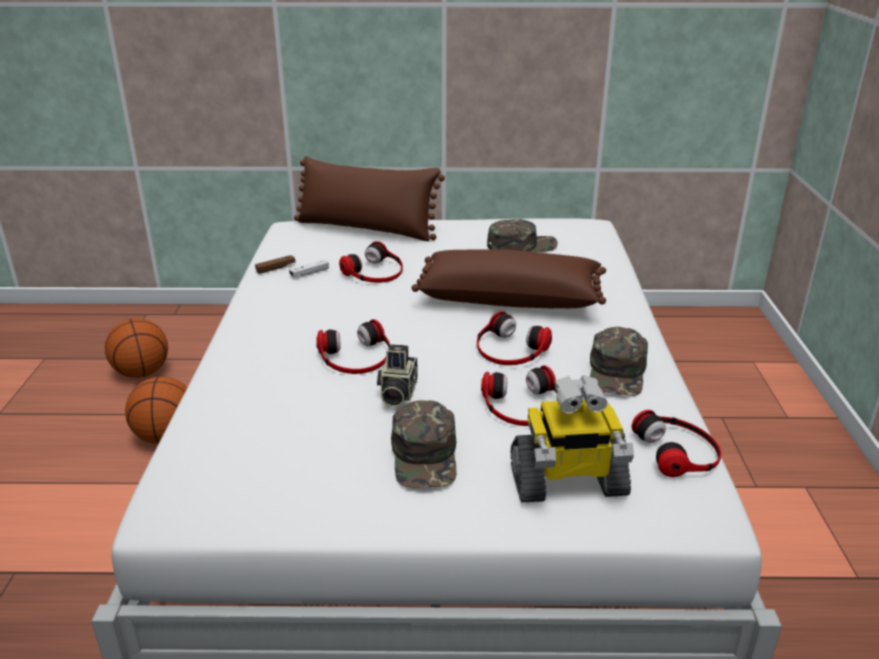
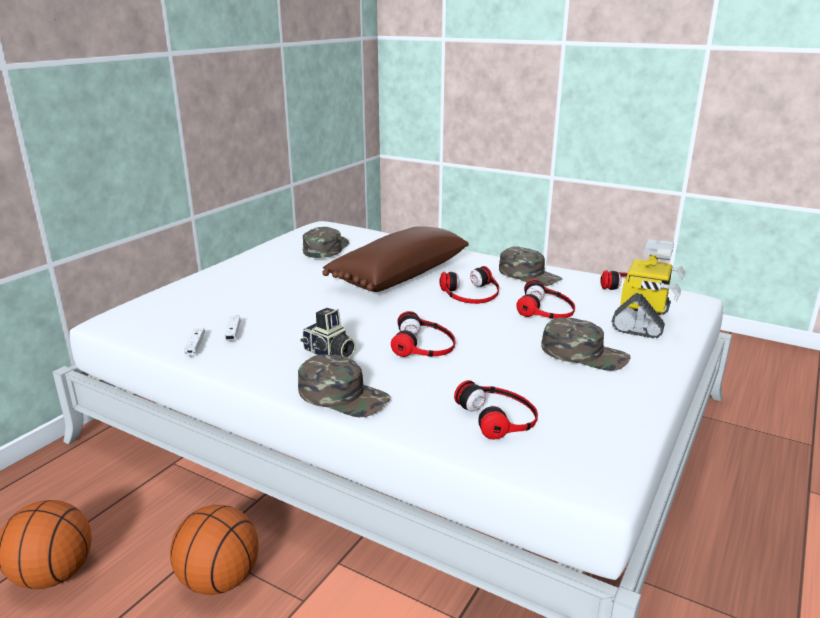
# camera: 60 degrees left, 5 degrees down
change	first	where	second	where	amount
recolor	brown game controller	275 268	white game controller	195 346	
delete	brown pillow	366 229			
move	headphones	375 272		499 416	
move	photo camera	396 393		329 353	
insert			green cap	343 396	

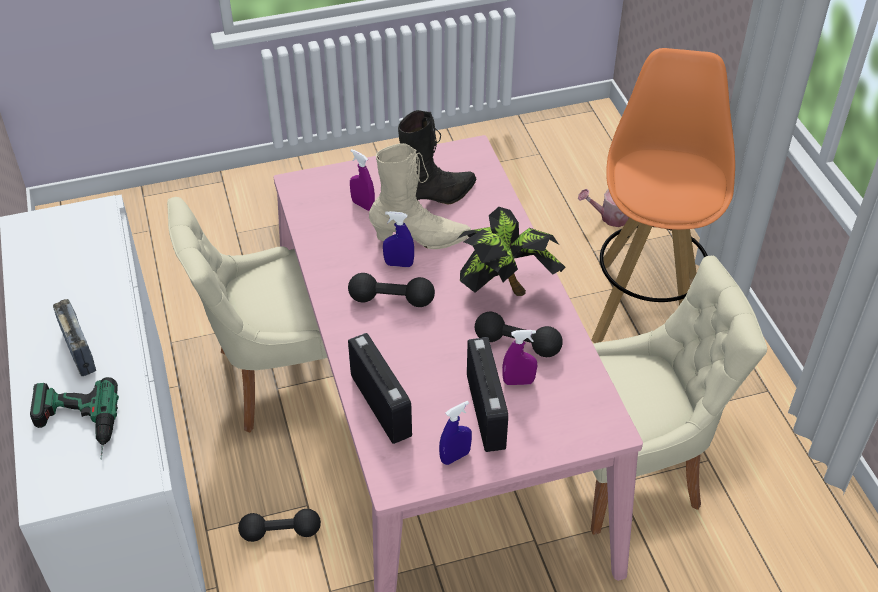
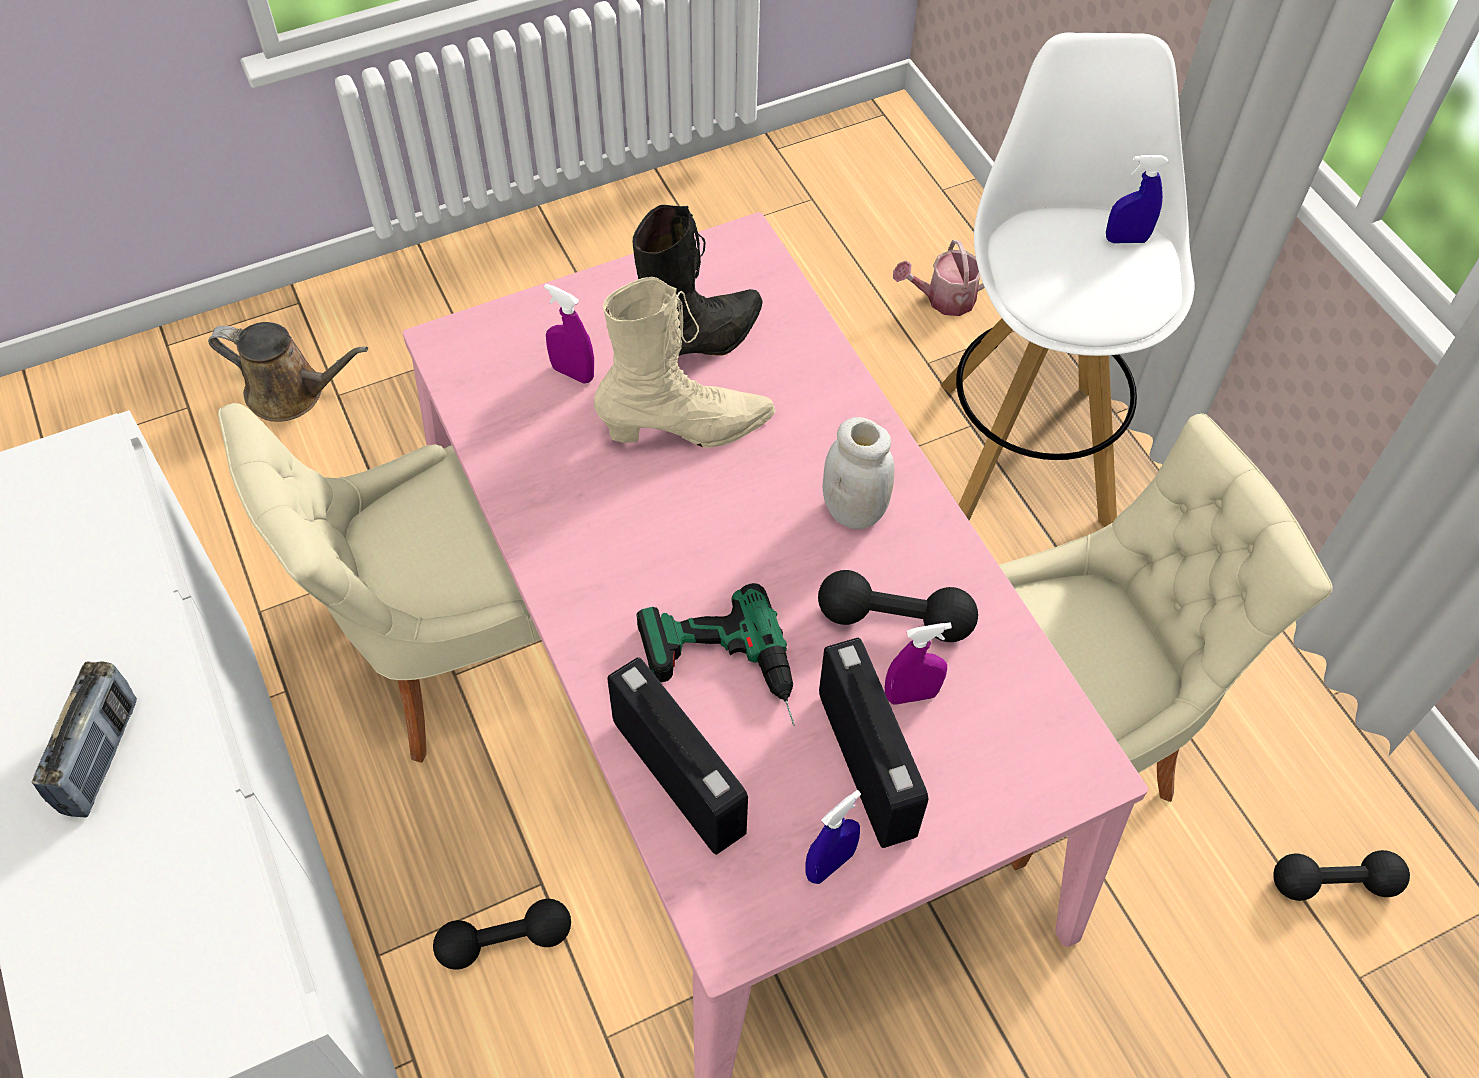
# camera: 10 degrees left, 10 degrees up
change	first	where	second	where	amount
move	power drill	75 428		722 674	
rotate	radio	79 351		101 756	45 degrees clockwise
move	black dumbbell	391 300		1333 883	
move	blue spray bottle	399 264		1126 239	
replace	potted plant	506 288	white jar	854 511	
recolor	orange stool	645 305	white stool	1025 449	
insert			brown watering can	292 393	

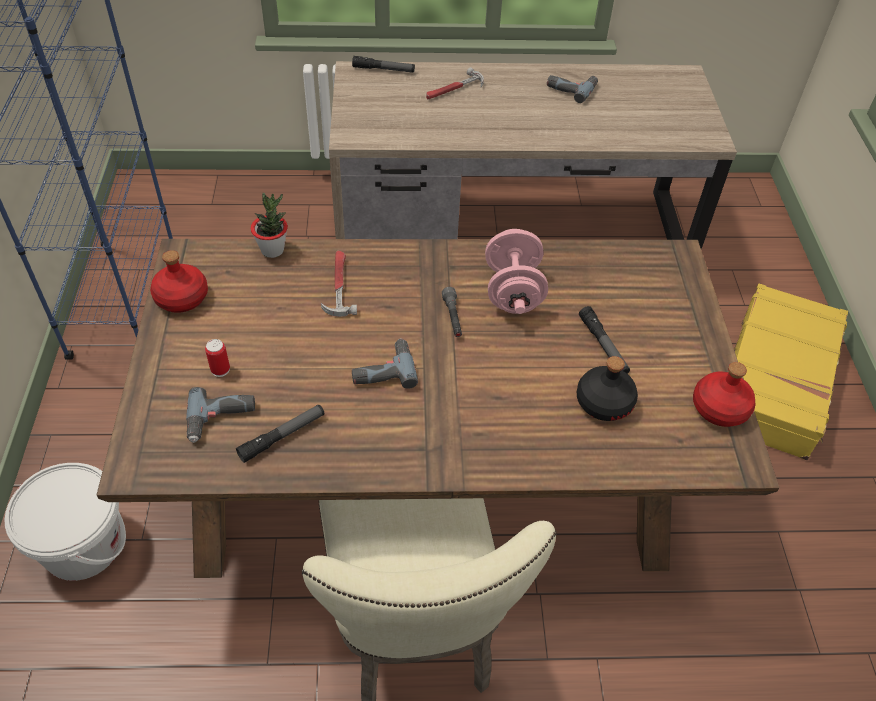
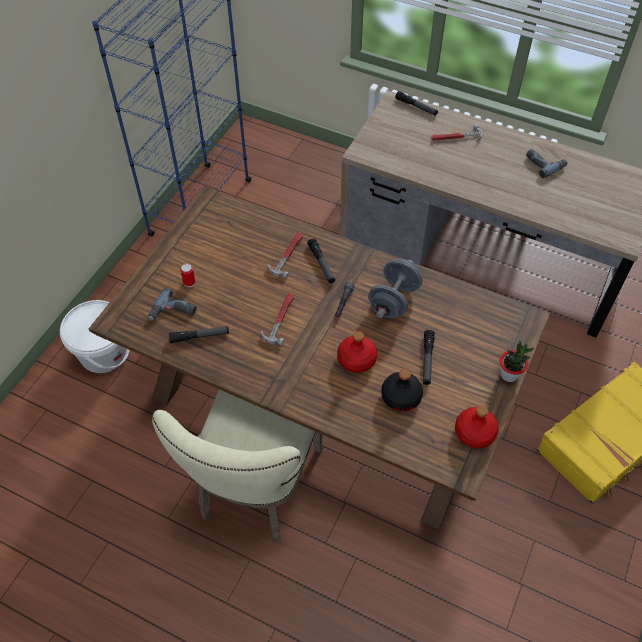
# camera: 30 degrees right, 5 degrees up
change	first	where	second	where	amount
move	red bottle	182 297		357 359	
move	potted plant	272 250		509 374	
replace	power drill	382 369	hammer	280 319	
recolor	pink dumbbell	513 291	grey dumbbell	393 300	
insert			flashlight	321 264	

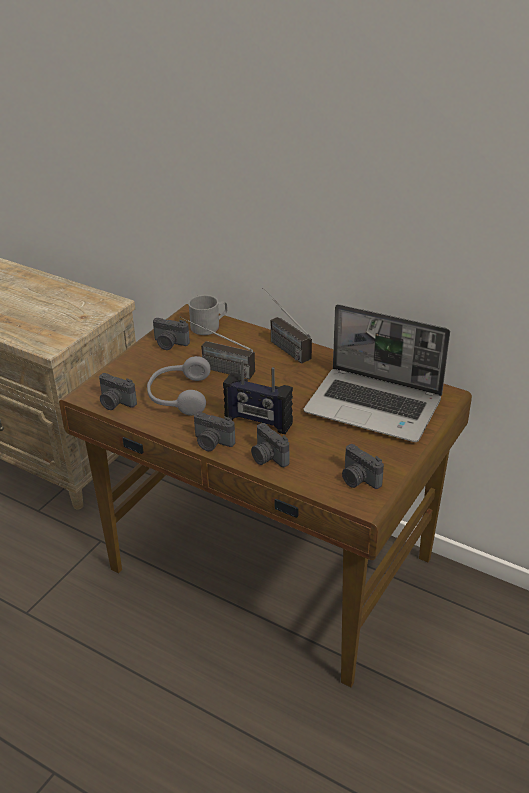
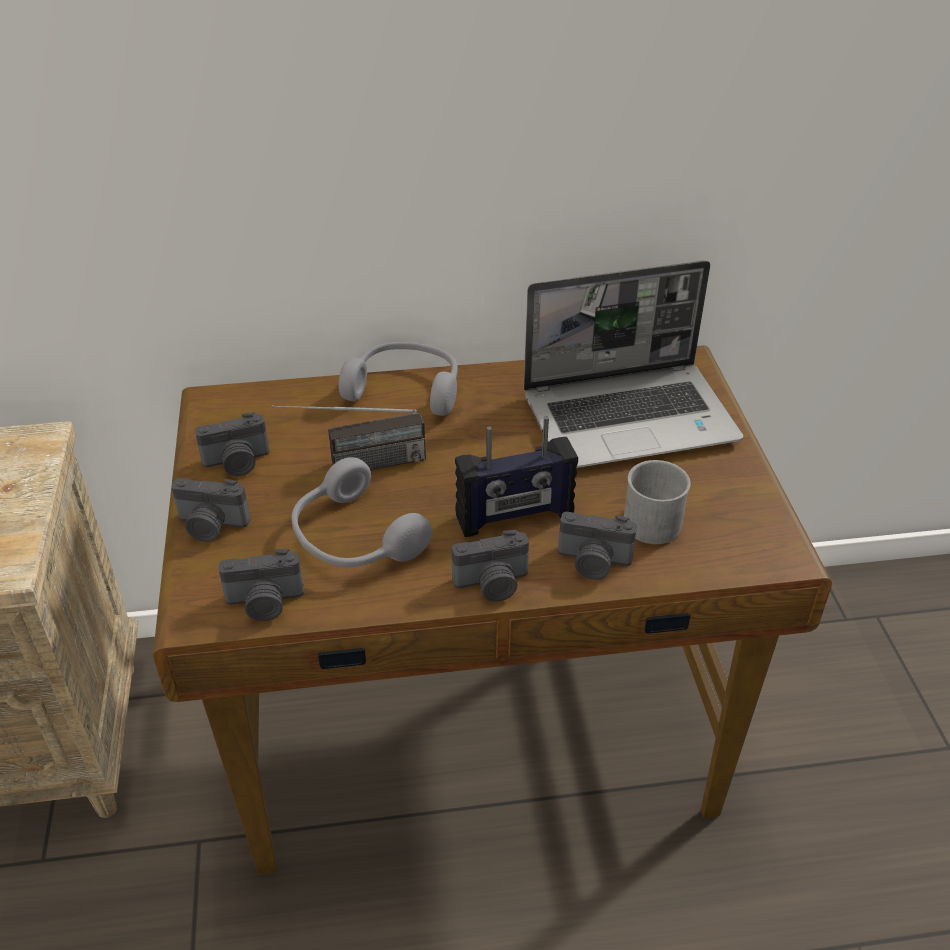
# camera: 40 degrees left, 5 degrees up
change	first	where	second	where	amount
move	grey mug	209 326		654 517	
replace	radio	281 345	grey headphones	406 388	
move	photo camera	358 479		211 526	

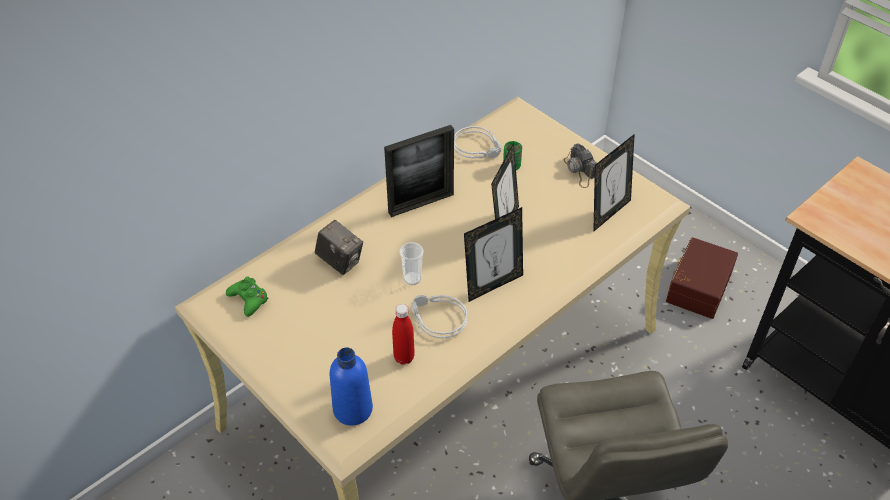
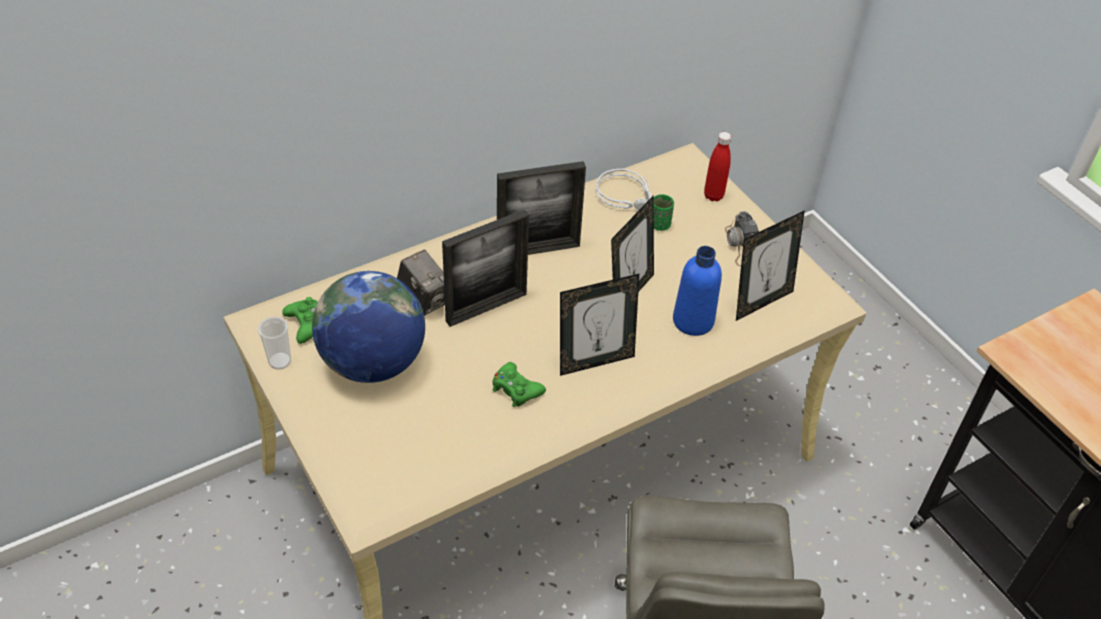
# camera: 10 degrees right, 0 degrees up
change	first	where	second	where	amount
move	blue bottle	353 409		693 321	
move	red bottle	404 357		713 196	
move	cup	412 278		280 361	
replace	grey headphones	436 320	green game controller	516 389	
delete	brown storage box	697 286			
insert			globe	373 362	
insert			picture frame	486 307	

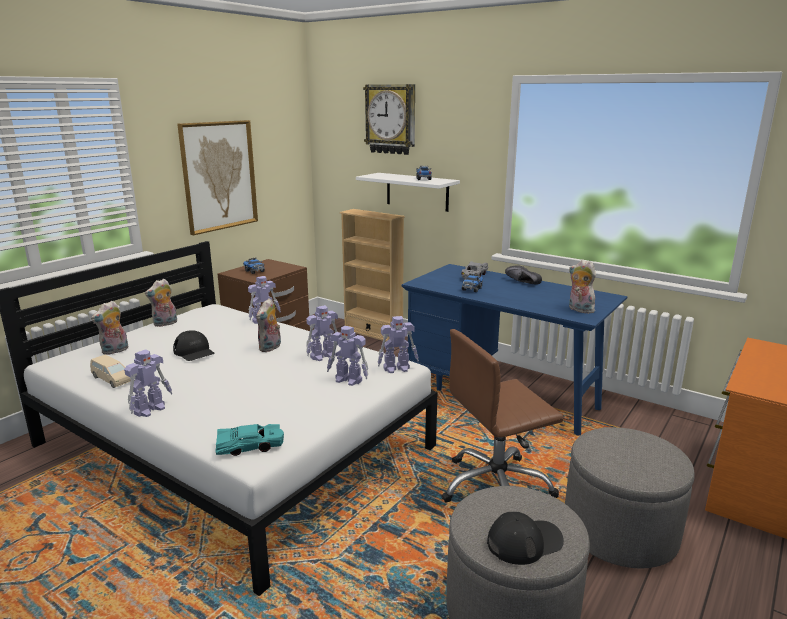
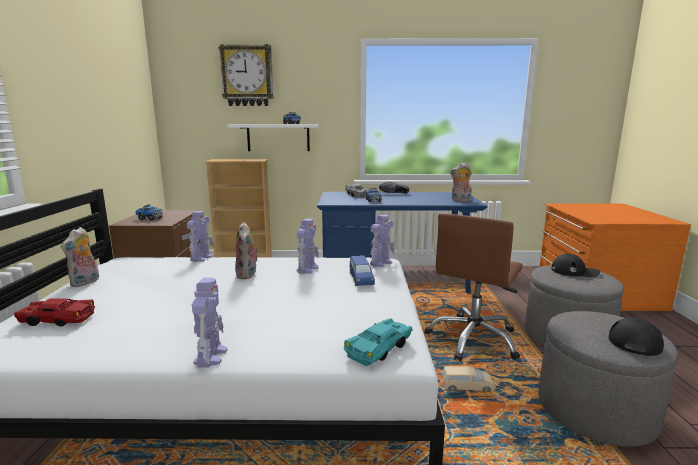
# camera: 35 degrees left, 5 degrees down
change	first	where	second	where	amount
move	beige toy car	112 379		467 387	
replace	plush toy	115 351	red toy car	57 319	
move	black cap	194 352		574 271	
delete	picture	219 176			
replace	toy robot	349 380	blue toy car	361 279	

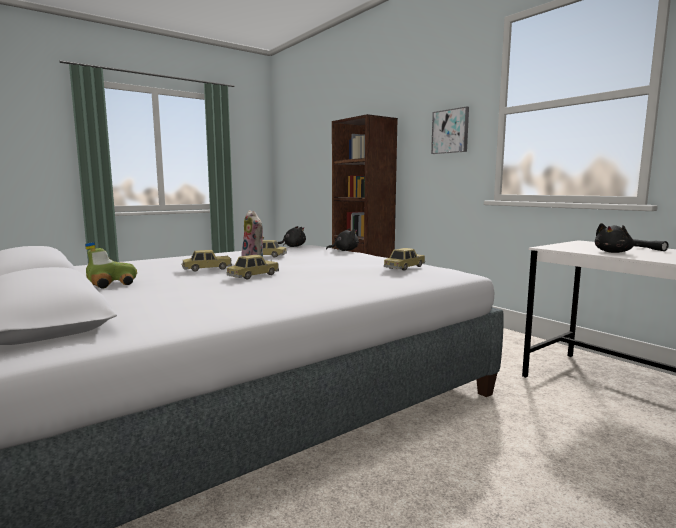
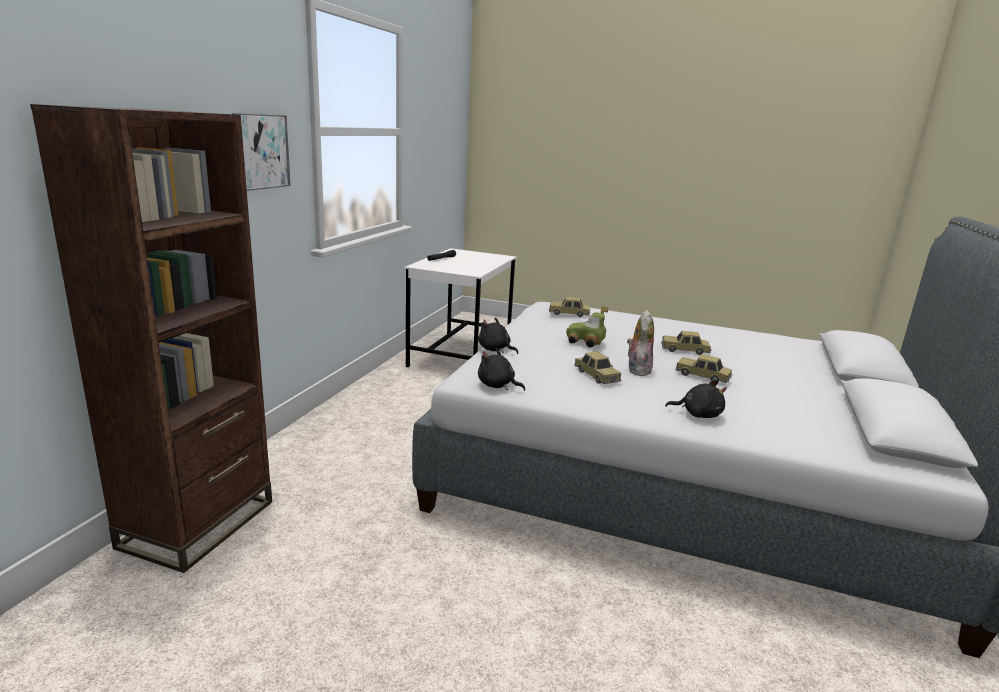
# camera: 125 degrees left, 10 degrees up
change	first	where	second	where	amount
move	toy car	111 284		585 342	
move	black plush toy	613 252		698 414	

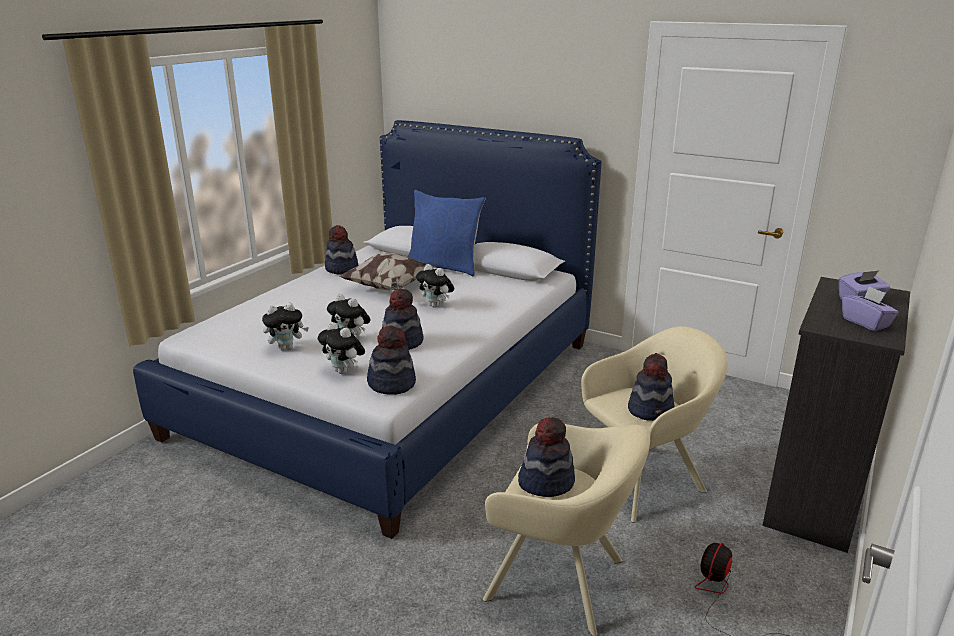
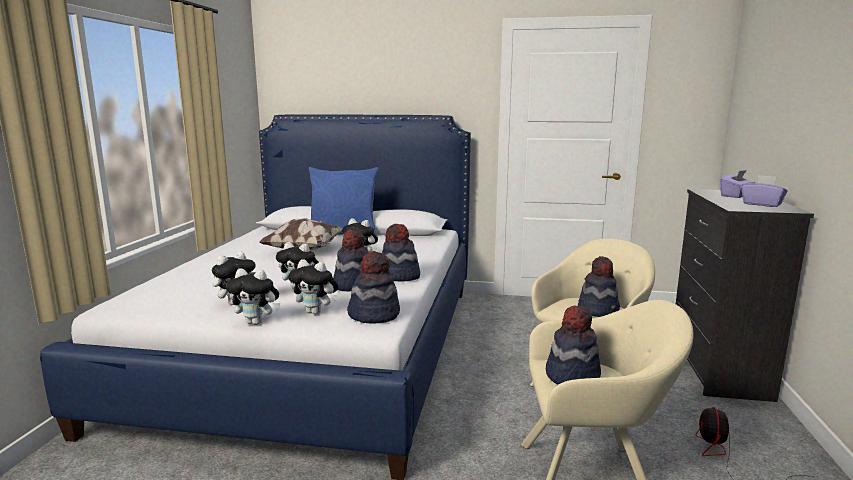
# camera: 20 degrees left, 10 degrees down
change	first	where	second	where	amount
move	hat	341 269		399 276	
insert			plush toy	257 322	

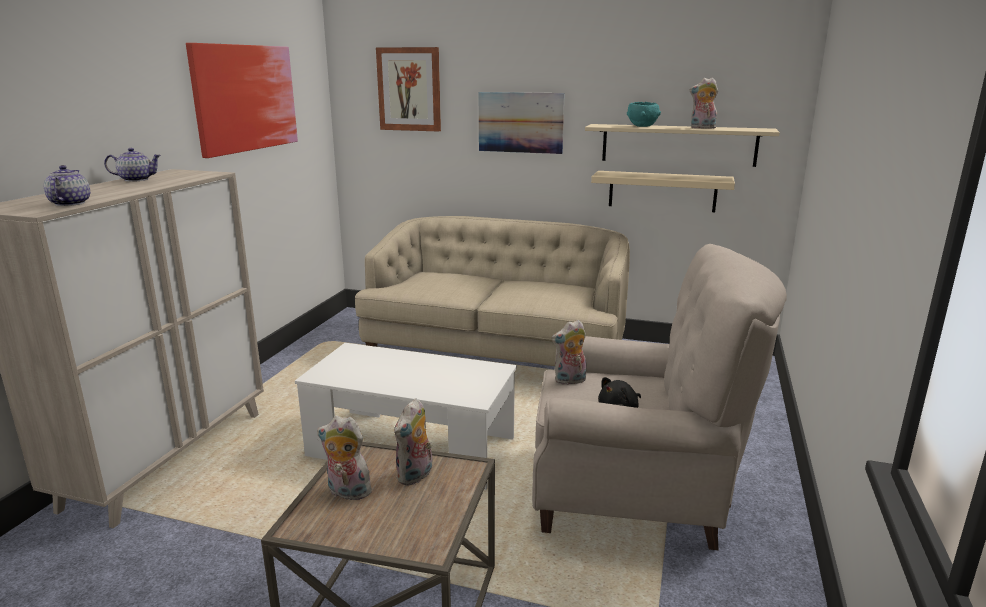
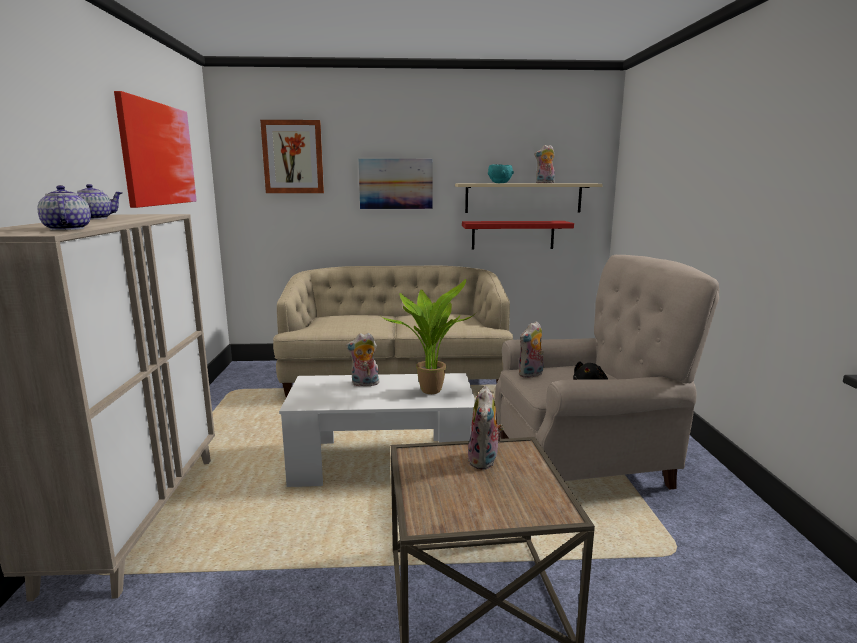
# camera: 20 degrees left, 5 degrees down
change	first	where	second	where	amount
move	plush toy	347 493		364 384	
recolor	beige shelf	662 191	red shelf	513 235	
insert			potted plant	430 390	

